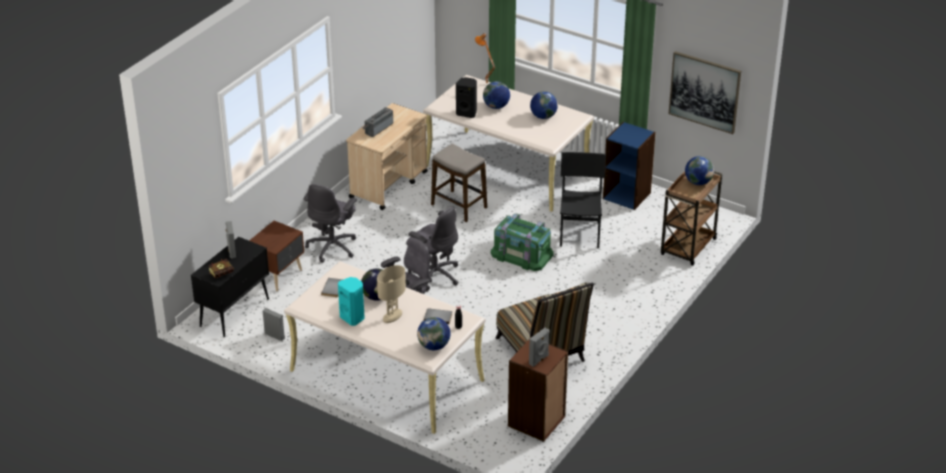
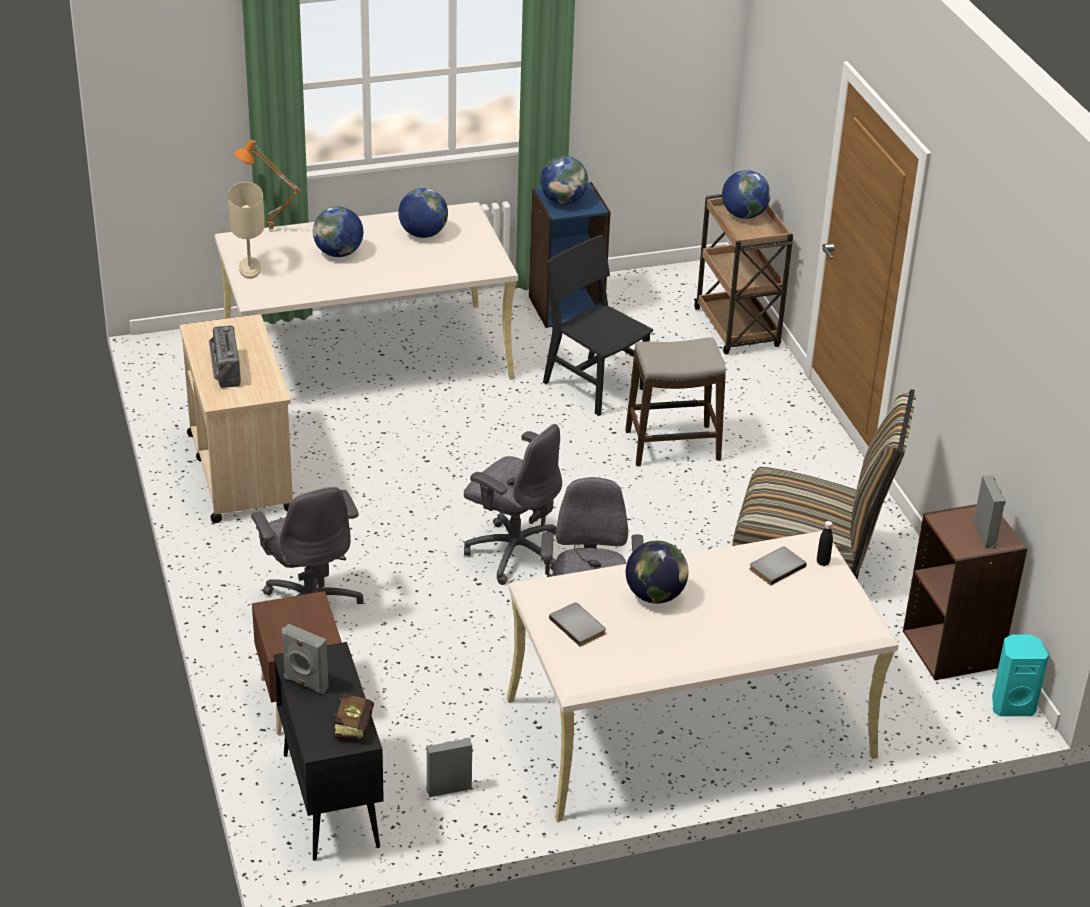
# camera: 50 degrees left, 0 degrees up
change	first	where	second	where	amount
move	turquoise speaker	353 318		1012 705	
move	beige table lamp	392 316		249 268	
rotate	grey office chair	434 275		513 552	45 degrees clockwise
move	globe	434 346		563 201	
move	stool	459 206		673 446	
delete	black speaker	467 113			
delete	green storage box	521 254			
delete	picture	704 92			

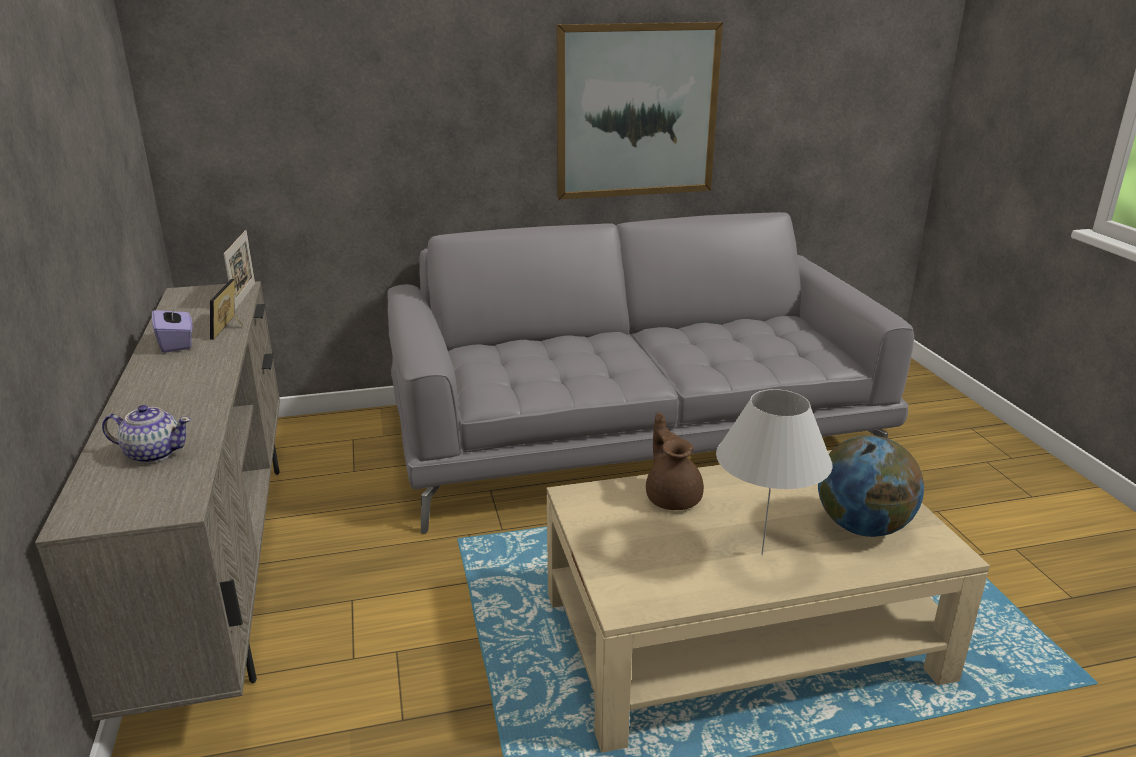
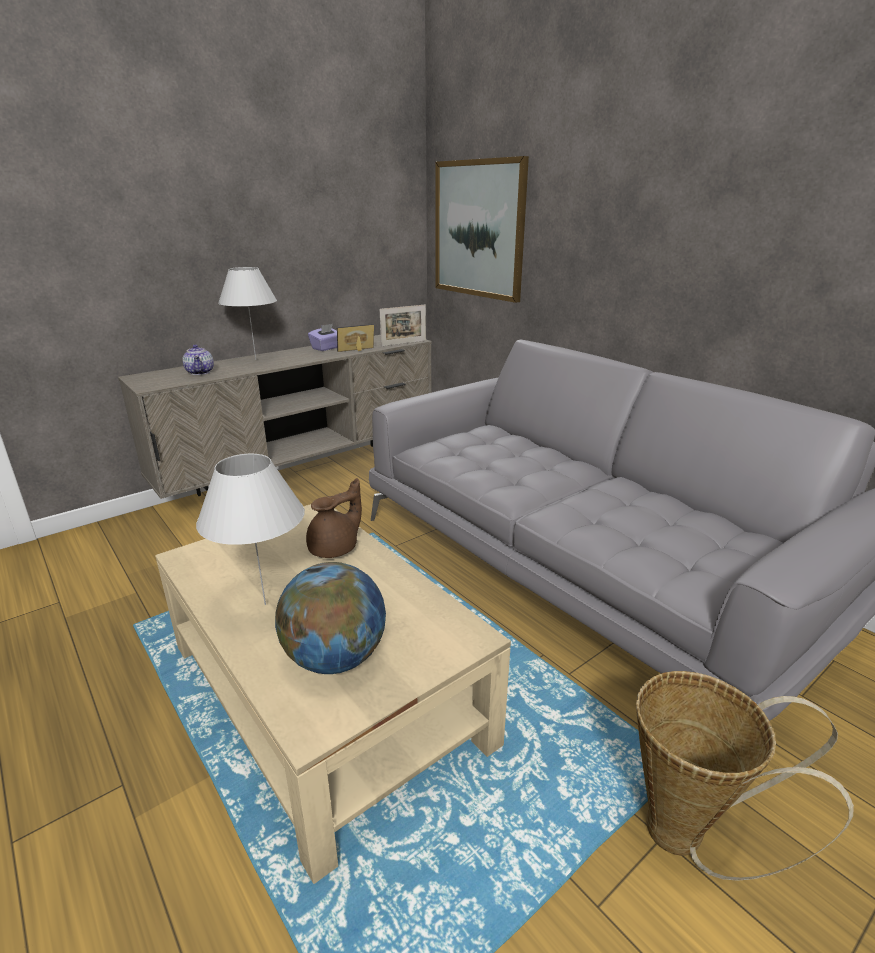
# camera: 65 degrees right, 0 degrees up
change	first	where	second	where	amount
move	picture	636 111		478 229	
insert			white table lamp	256 359	
insert			basket	688 837	

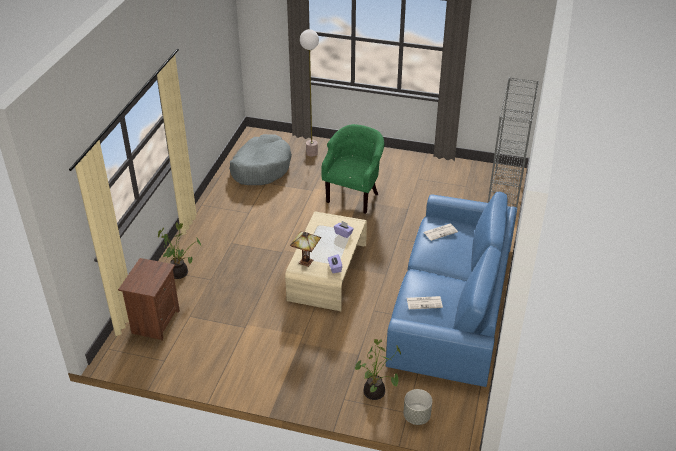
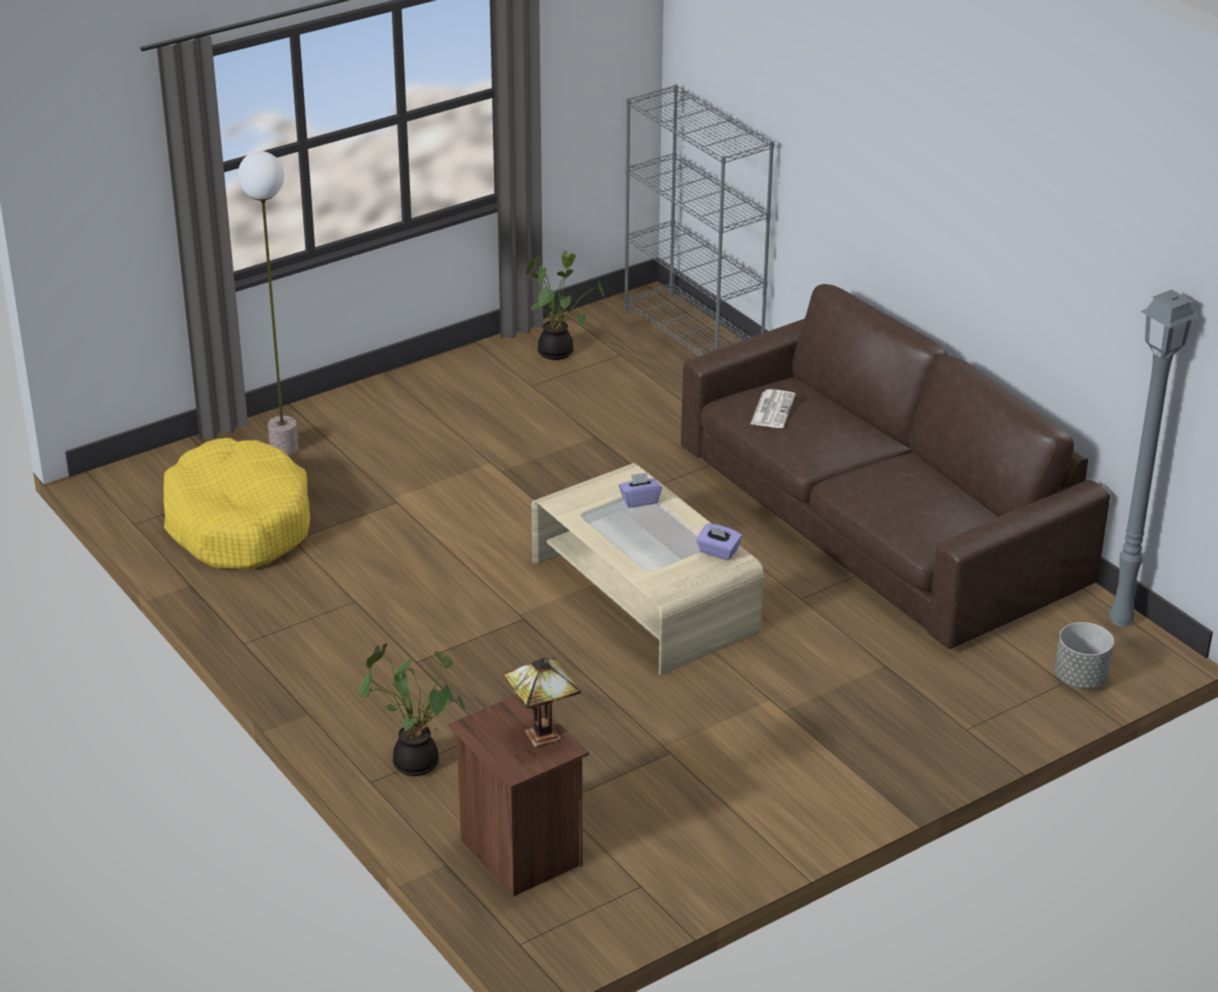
# camera: 50 degrees left, 5 degrees down
change	first	where	second	where	amount
recolor	grey dog bed	261 168	yellow dog bed	238 524	
move	table lamp	305 261		540 734	
delete	green armchair	354 196			
move	potted plant	376 393		559 351	
recolor	blue sofa	451 302	brown sofa	877 518	
delete	newspaper	424 302			
insert			grey floor lamp	1123 621	

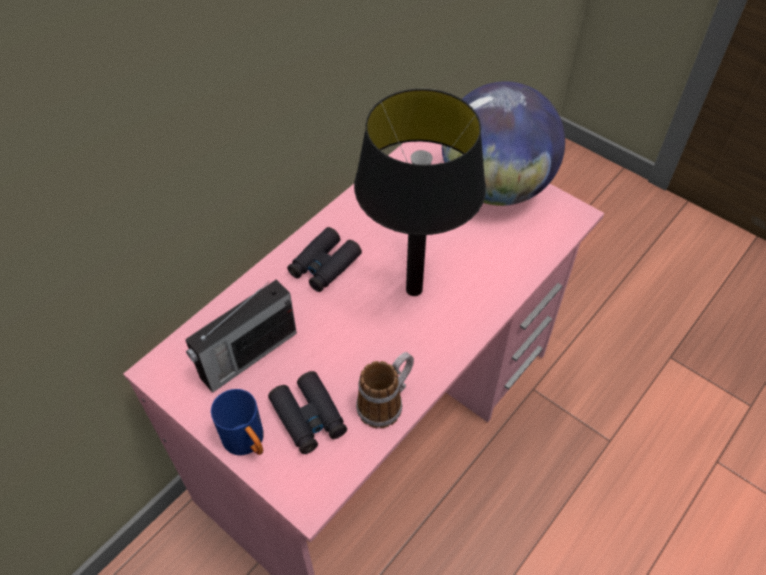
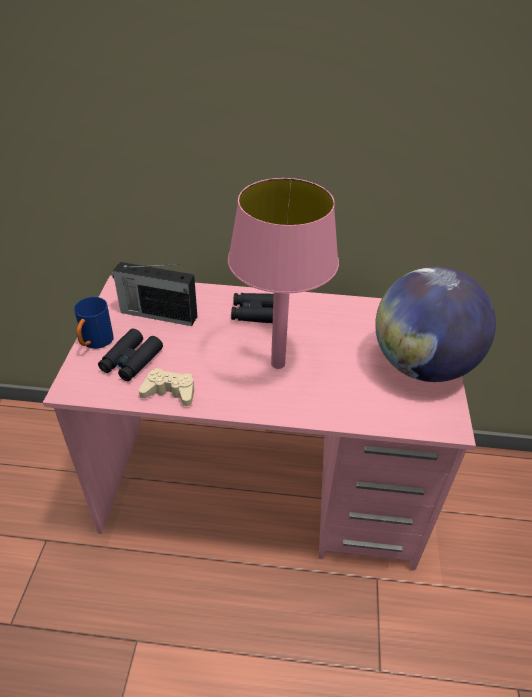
# camera: 55 degrees right, 10 degrees down
change	first	where	second	where	amount
recolor	black table lamp	414 290	pink table lamp	277 364	
replace	mug	386 402	beige game controller	170 392	

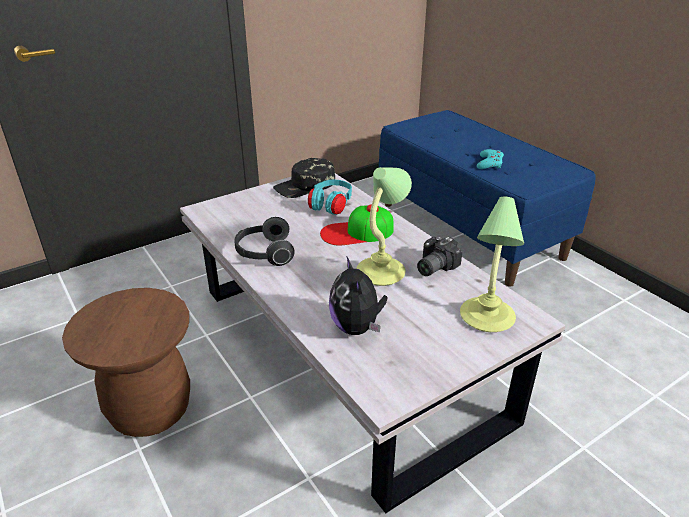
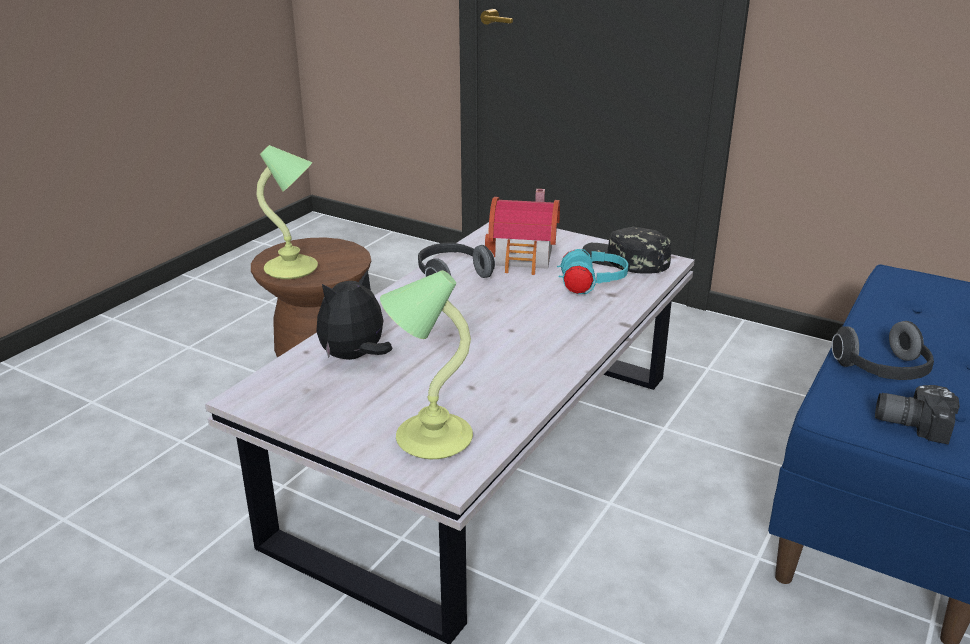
# camera: 65 degrees right, 5 degrees down
change	first	where	second	where	amount
delete	cap	357 232			
move	table lamp	382 271		293 269	
move	photo camera	433 267		910 423	
replace	turquoise game controller	489 163	headphones	883 371	
insert			toy house	525 258	

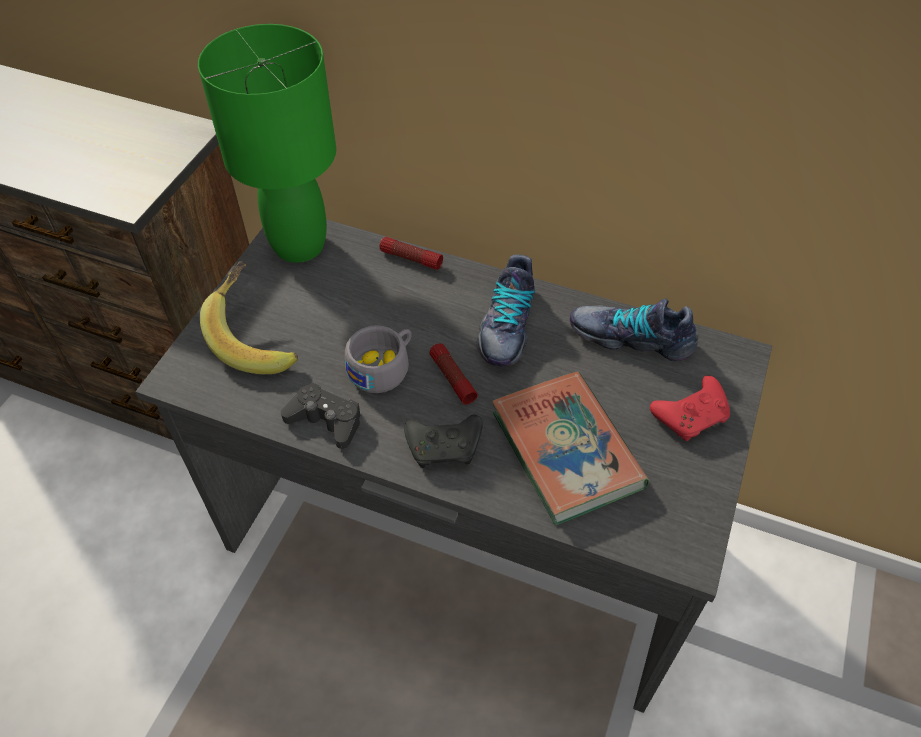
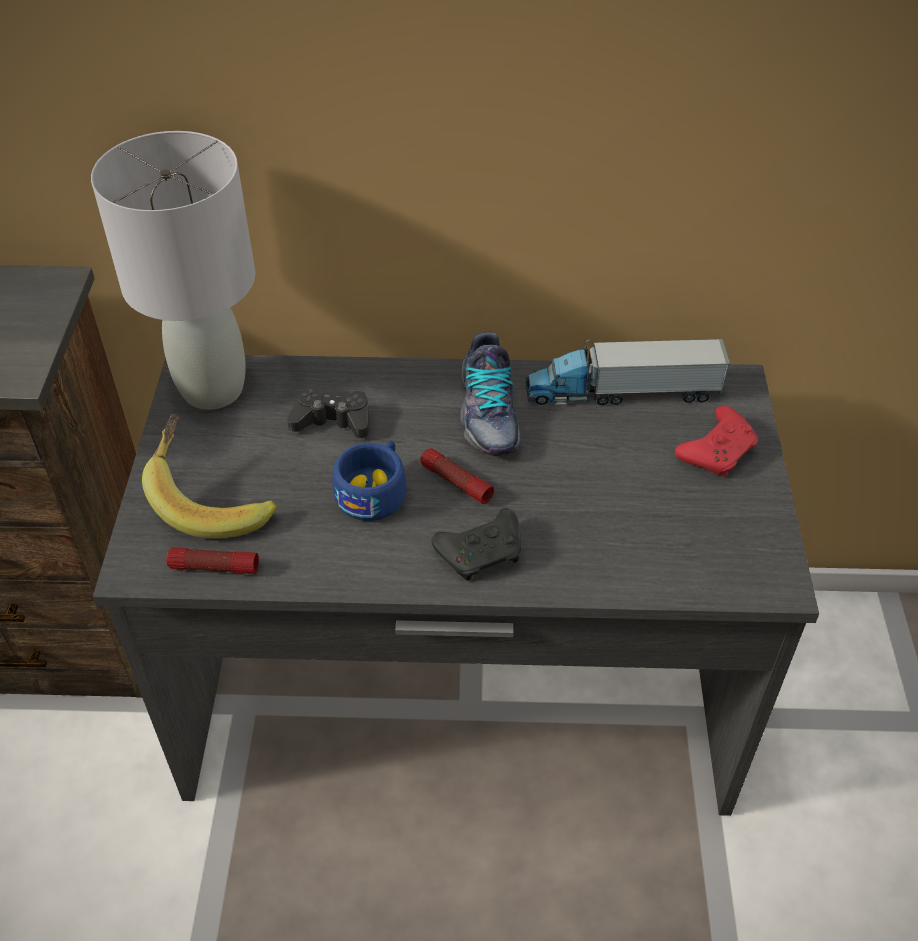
# camera: 20 degrees left, 5 degrees down
change	first	where	second	where	amount
recolor	green table lamp	298 246	grey table lamp	212 390	
move	black game controller	326 420		332 420	
recolor	grey cup	383 367	blue cup	374 491	
move	flashlight	411 259		214 568	
delete	book	566 451			
replace	shoe	631 337	toy truck	622 392	

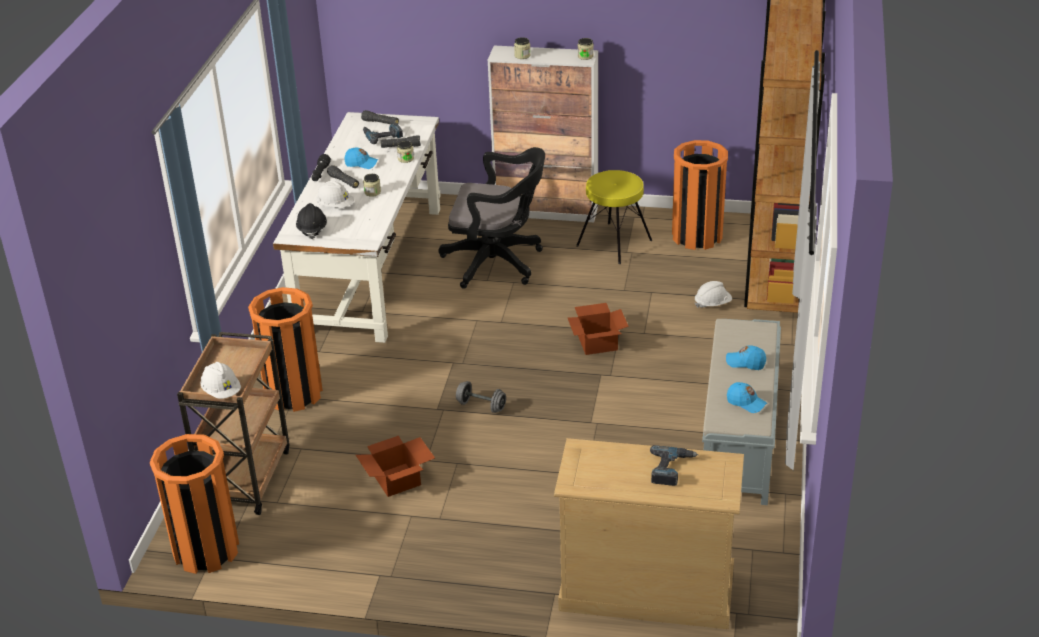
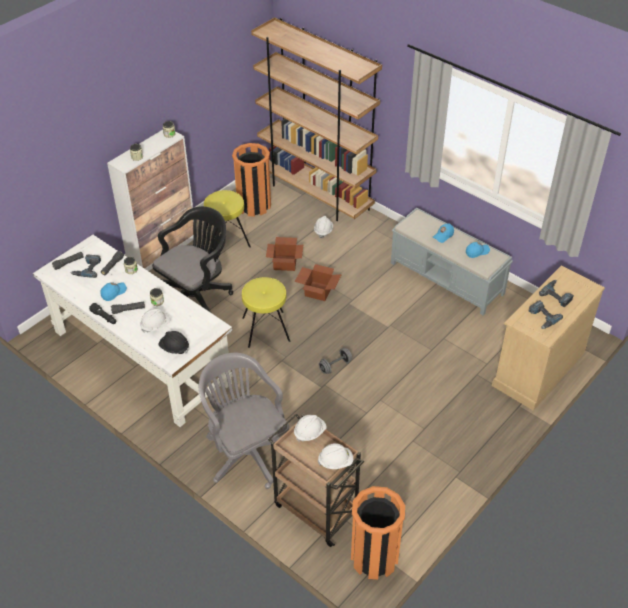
# camera: 60 degrees left, 10 degrees up
change	first	where	second	where	amount
replace	orange trash can	293 393	grey office chair	246 451	
move	cardboard box	398 480		285 262	
insert			yellow stool	266 329	
insert			white hard hat	309 432	
insert			power drill	542 317	

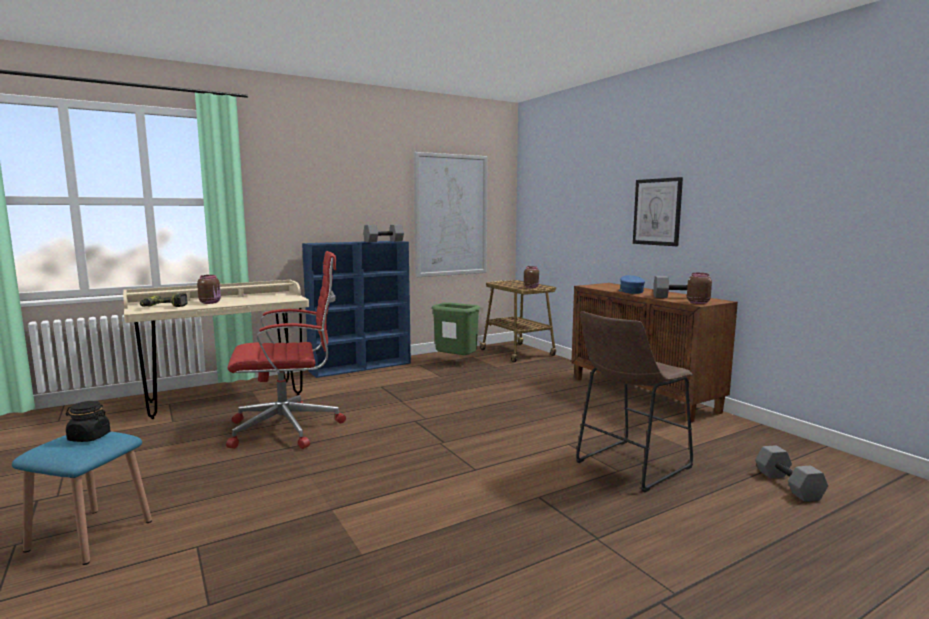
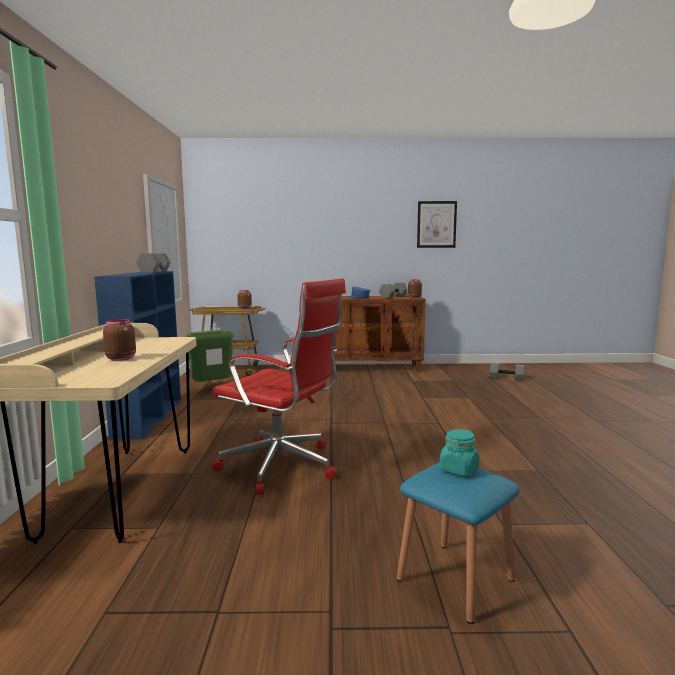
# camera: 60 degrees left, 0 degrees up
change	first	where	second	where	amount
recolor	black jar	89 437	turquoise jar	459 470	
delete	power drill	163 307			
rotate	red office chair	289 428		282 467	105 degrees clockwise
delete	brown stool	628 466			
move	picture	657 212		436 224	

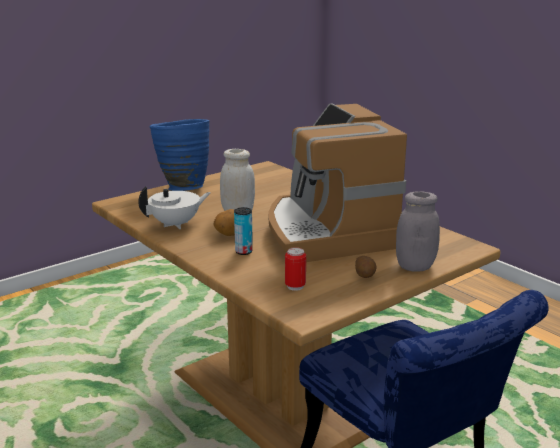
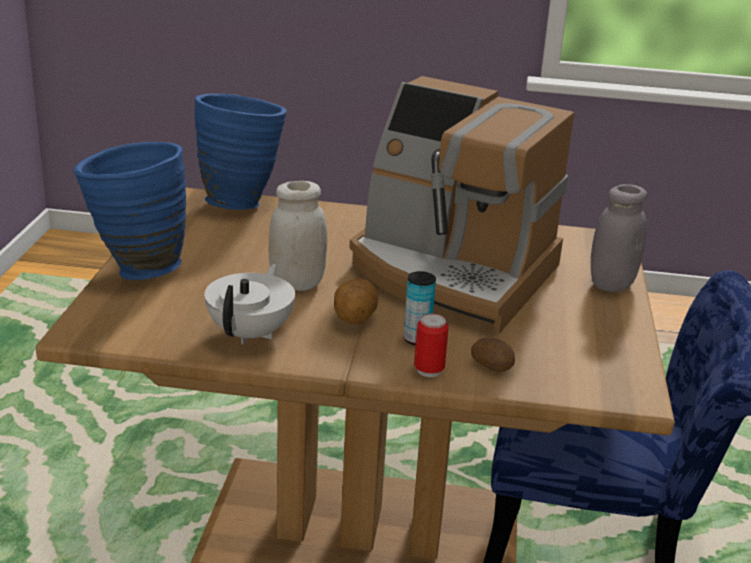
# camera: 45 degrees left, 5 degrees up
change	first	where	second	where	amount
move	can	295 286		429 370	
move	potato	365 274		492 366	
insert			blue vase	241 202	

